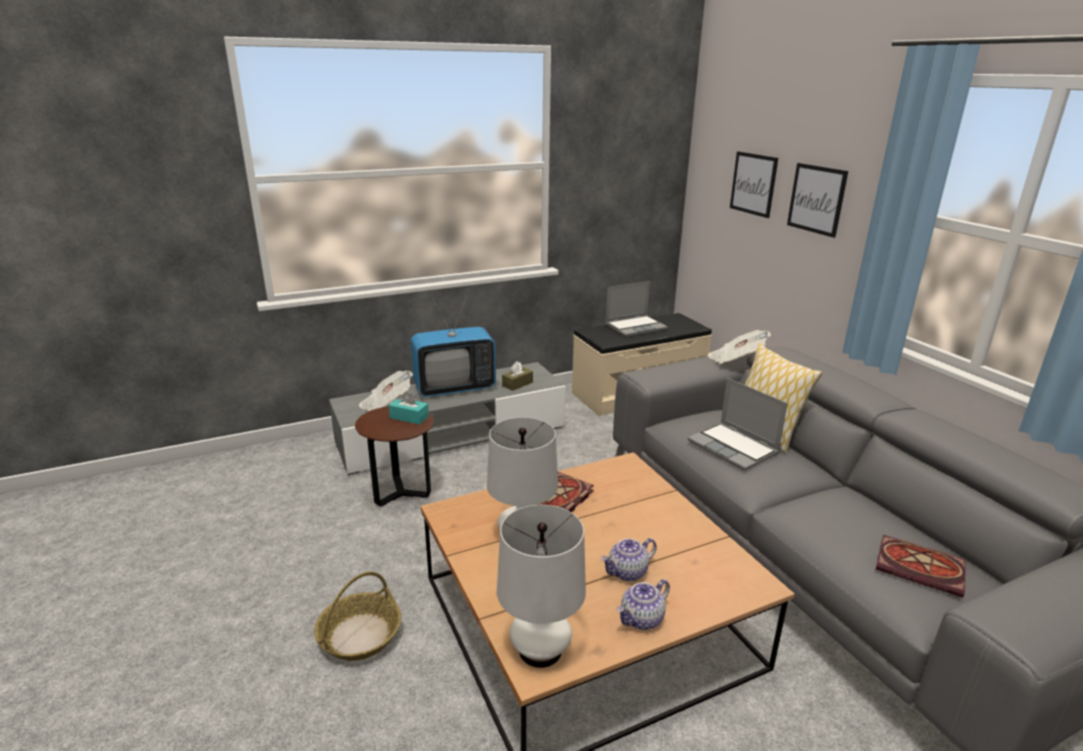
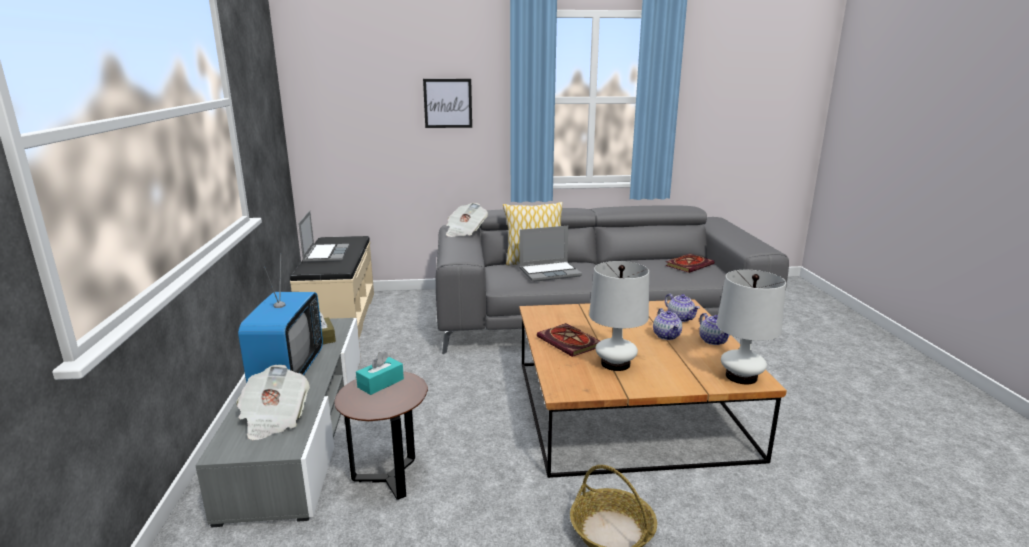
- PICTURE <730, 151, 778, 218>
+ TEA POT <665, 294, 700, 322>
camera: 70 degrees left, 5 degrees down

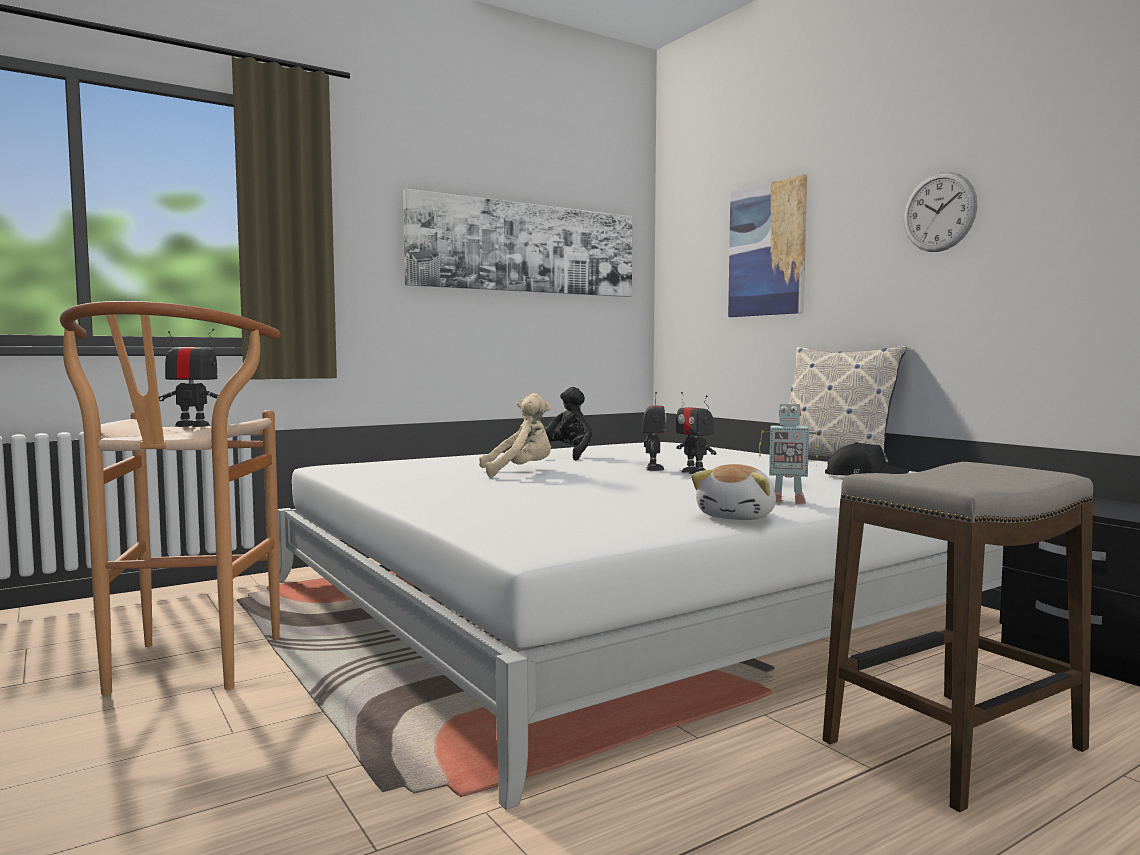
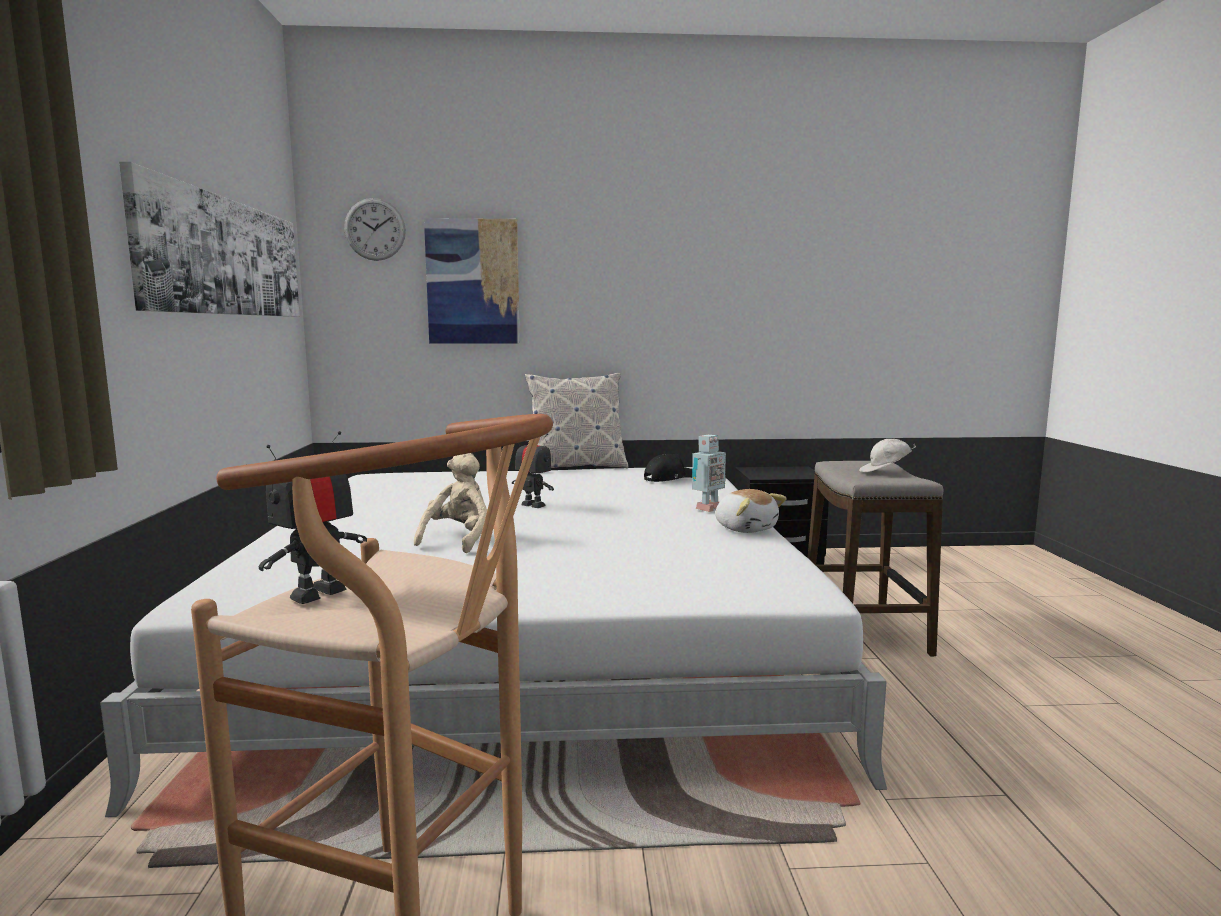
- BLACKISH SOFT TOY <544, 387, 592, 460>
- ROBOT FIGURE <676, 392, 716, 474>
~ WALL CLOCK <904, 171, 978, 252> to <344, 198, 406, 261>
+ WHITE-COLOURED CAP <859, 439, 916, 472>
camera: 60 degrees left, 5 degrees up

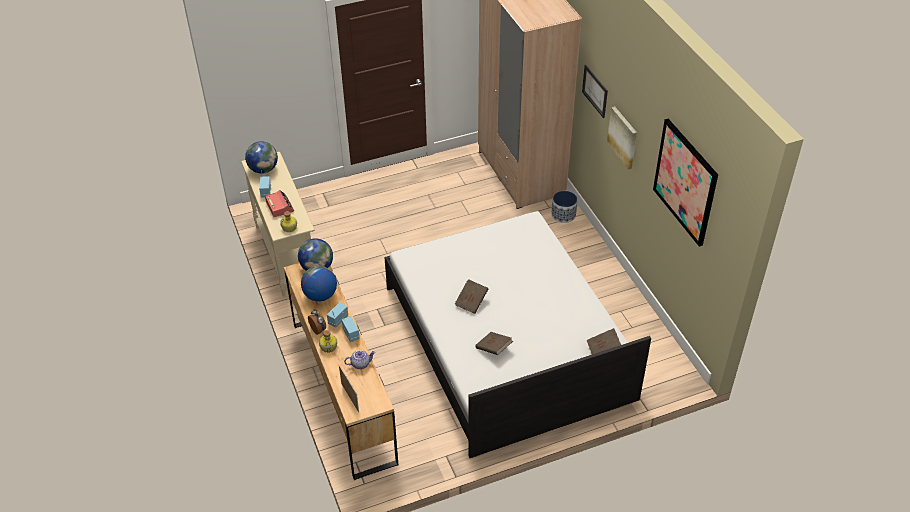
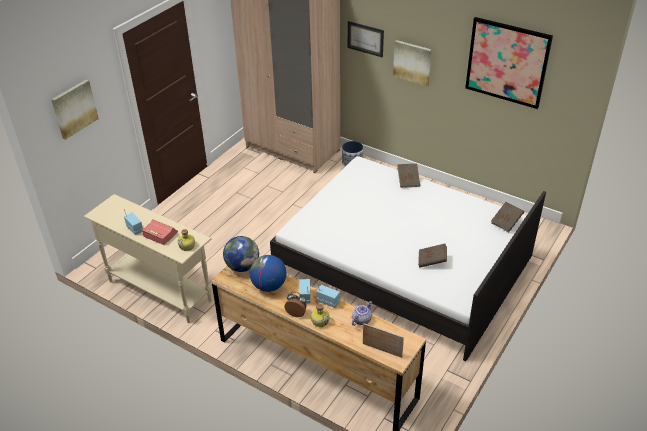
- WORLD GLOBE <245, 141, 278, 174>
~ BROWN-COLOURED BOOK <455, 279, 488, 314> to <397, 163, 420, 188>
+ PICTURE <51, 79, 99, 140>
camera: 35 degrees left, 5 degrees down

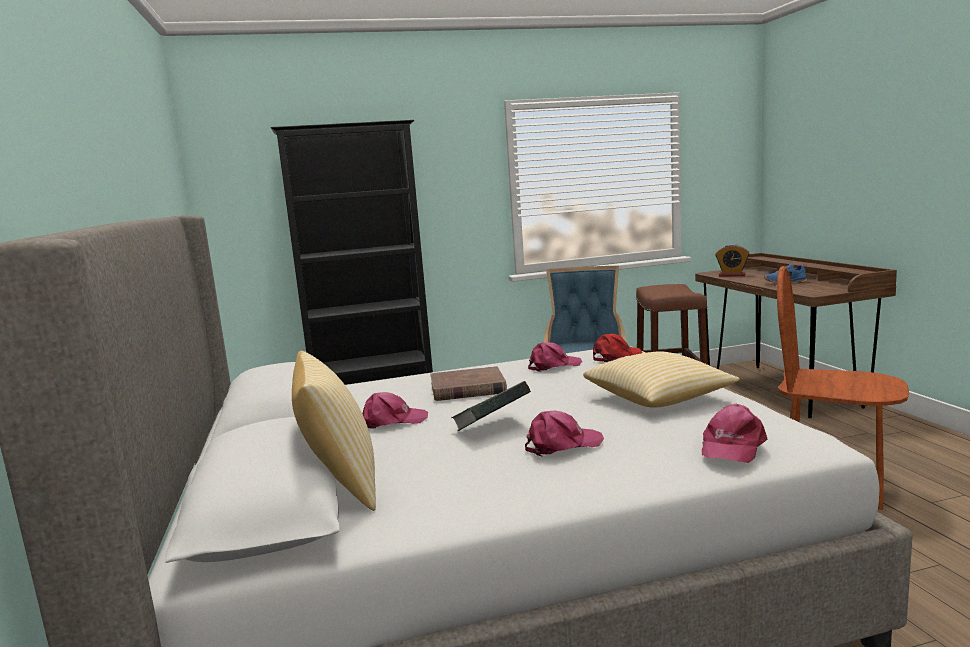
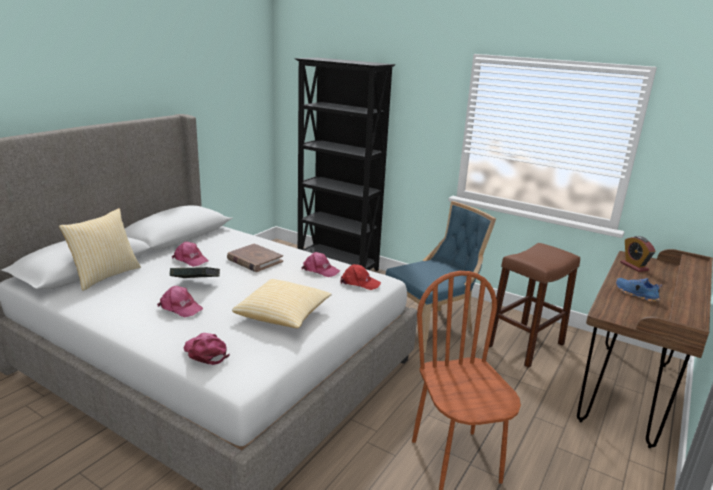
~ PINKISH CAP <702, 404, 767, 463> = <184, 333, 230, 365> 60 degrees clockwise
camera: 45 degrees right, 10 degrees up

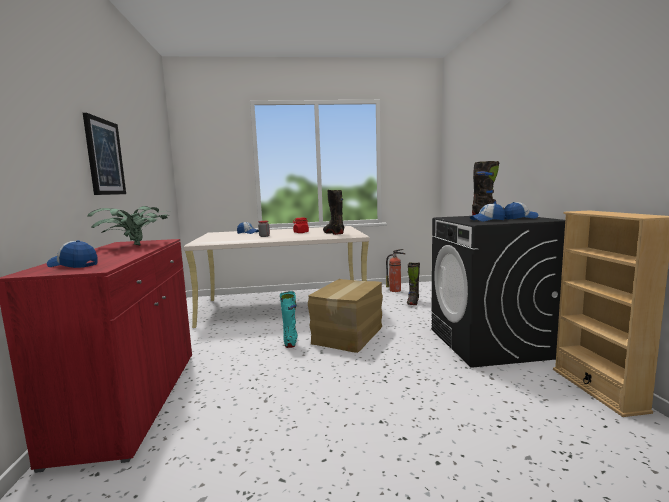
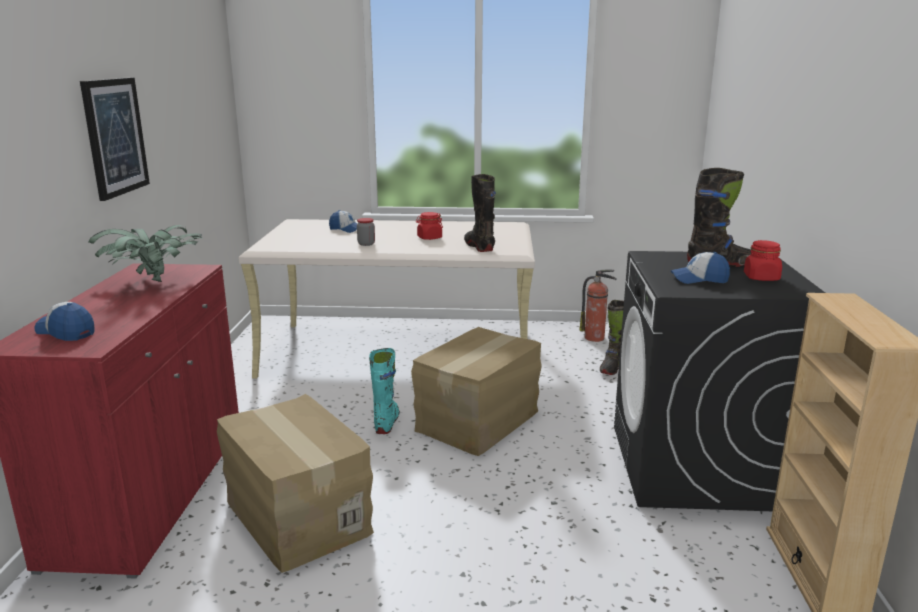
~ CAP <504, 202, 539, 219> to RED PRESERVE JAR <744, 240, 782, 281>
+ PACKING BOX <217, 394, 374, 573>
camera: 10 degrees right, 10 degrees up

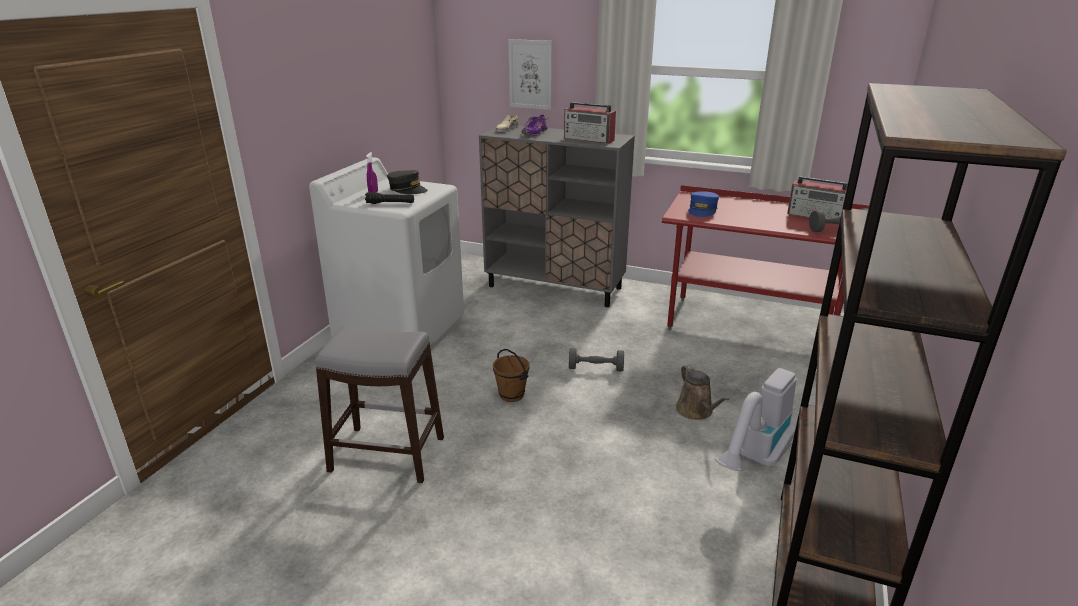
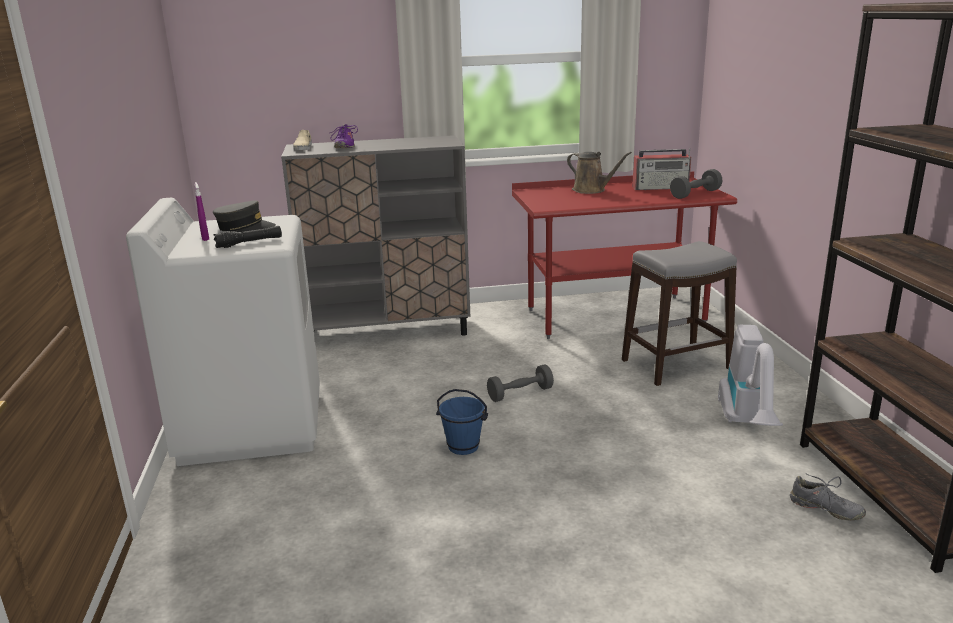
~ GREYISH STOOL <315, 325, 444, 483> to <622, 241, 737, 386>
~ BROWN-COLOURED PAIL <493, 349, 530, 402> to BLUE PAIL <436, 389, 488, 455>
- PICTURE <509, 39, 552, 110>
- RADIO <564, 102, 616, 144>
~ BROWN-COLOURED WATERING POT <676, 365, 729, 420> to <567, 152, 632, 194>
- BLUE CAP <688, 191, 719, 217>
+ GREYISH LOW SHOE <790, 474, 866, 520>
camera: 30 degrees left, 5 degrees down

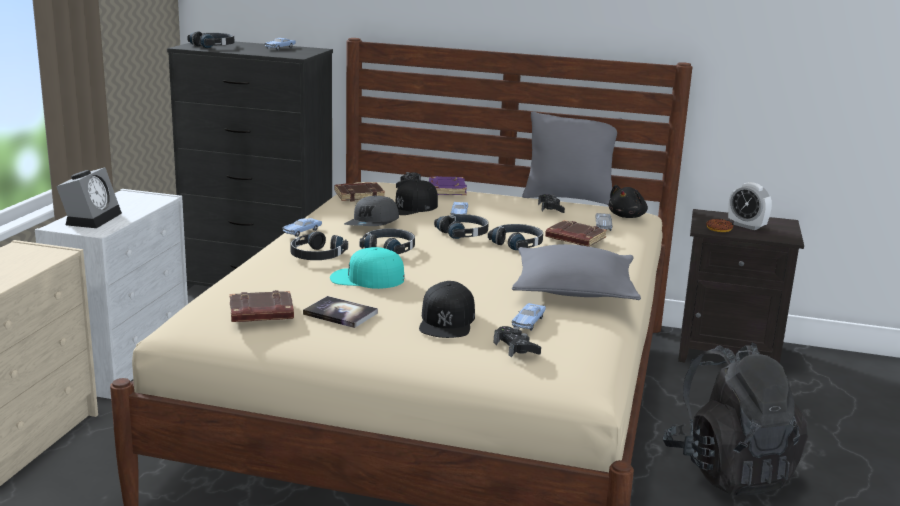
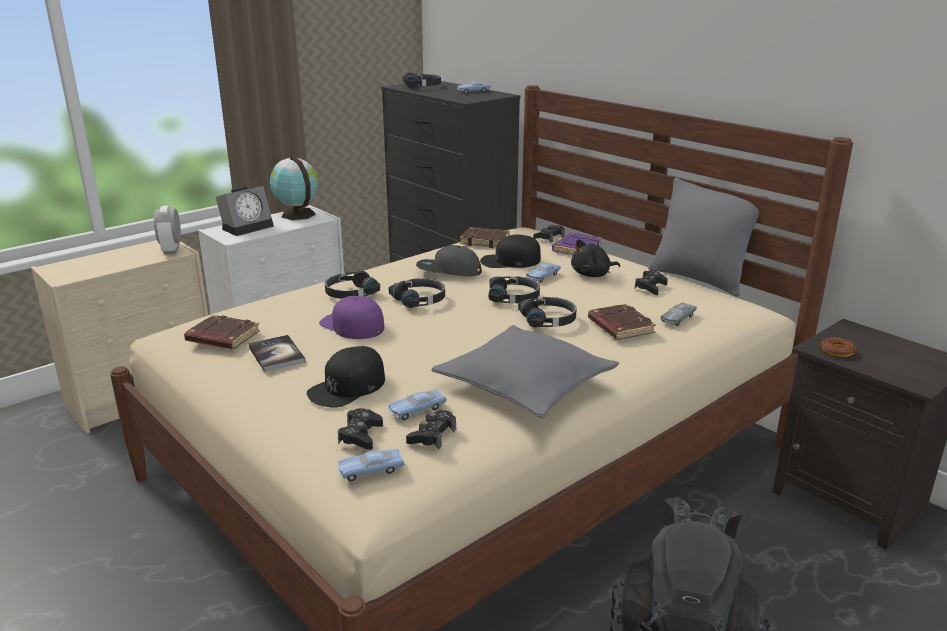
~ BLUE TOY CAR <282, 218, 322, 237> to <338, 449, 404, 482>
~ TURQUOISE CAP <330, 247, 405, 289> to PURPLE CAP <319, 296, 384, 339>
~ GREYISH CAP <344, 195, 399, 226> = <416, 245, 482, 276> 45 degrees clockwise
~ BLACKISH SOFT TOY <608, 185, 648, 218> to <571, 239, 620, 277>
~ ALARM CLOCK <728, 182, 772, 230> to <154, 206, 181, 254>
+ WORLD GLOBE <269, 156, 318, 220>
+ BLACKISH GAMEPAD <406, 410, 456, 450>
camera: 35 degrees right, 5 degrees up

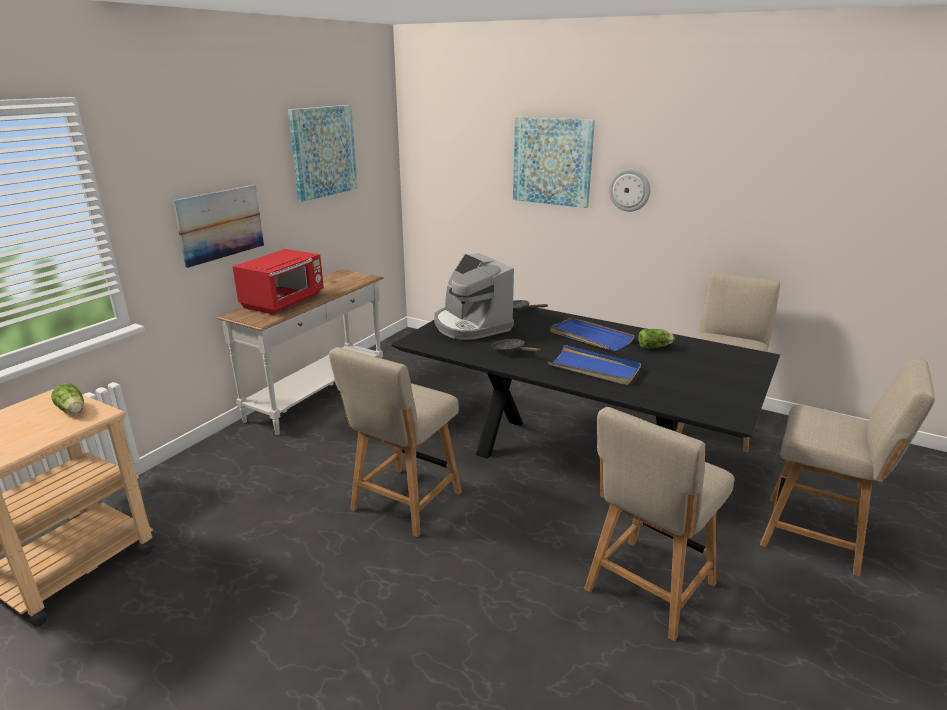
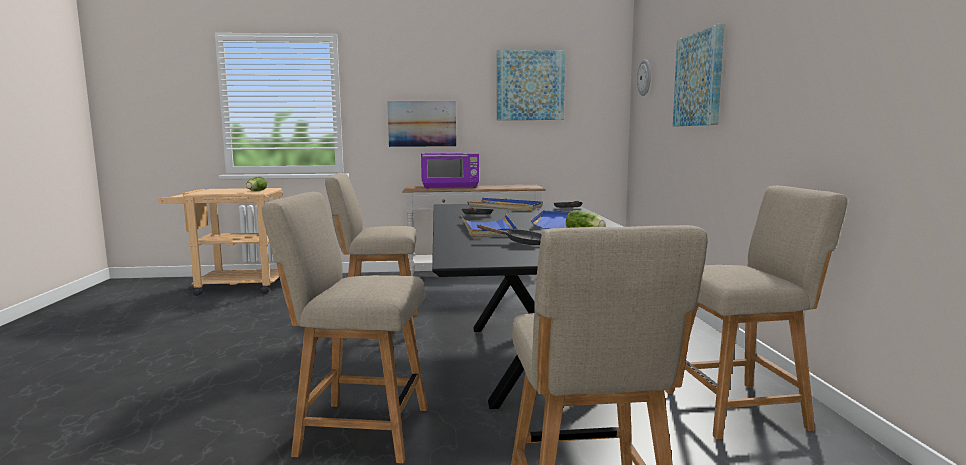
~ RED MICROWAVE OVEN <232, 249, 324, 315> to PURPLE MICROWAVE OVEN <421, 152, 479, 189>
~ COFFEE BREWER <434, 253, 514, 340> to BLUE CARRYING TRAY <468, 198, 543, 211>
~ WALL CLOCK <609, 169, 650, 212> to <637, 59, 651, 96>
+ BLACKISH SKILLET <477, 224, 542, 245>
camera: 55 degrees right, 15 degrees down

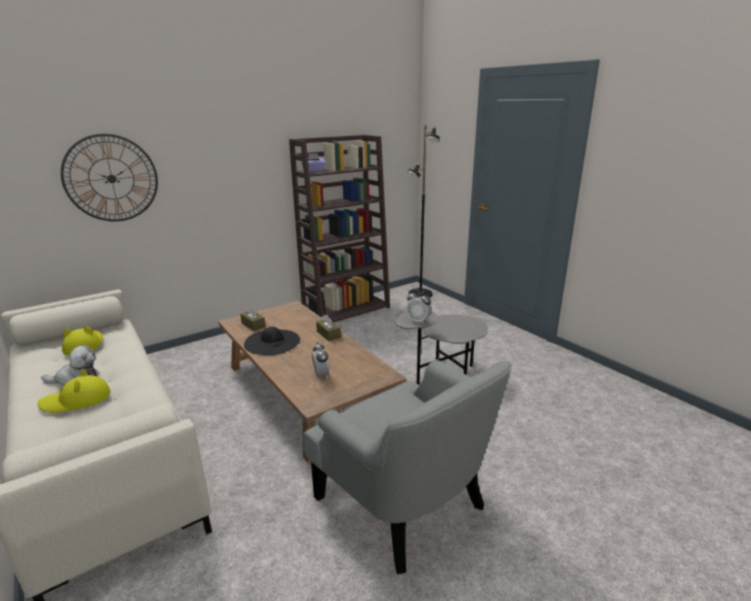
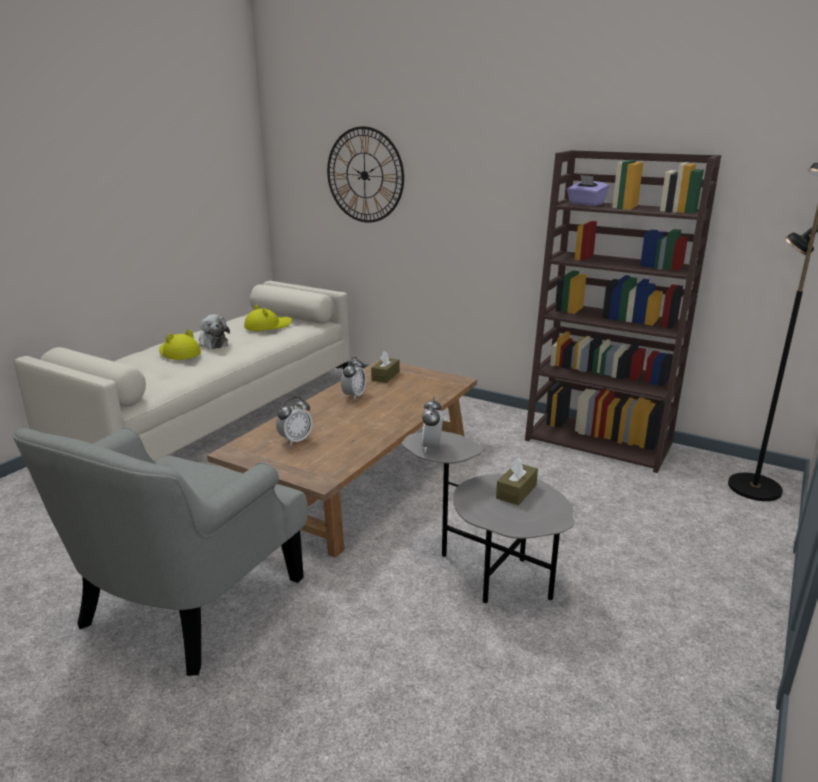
~ BLACKISH CLOTHING HAT <244, 327, 300, 355> to ALARM CLOCK <341, 357, 366, 400>
~ BROWN-COLOURED TISSUE HOLDER <316, 315, 341, 341> to <496, 457, 538, 505>
camera: 65 degrees right, 0 degrees up

